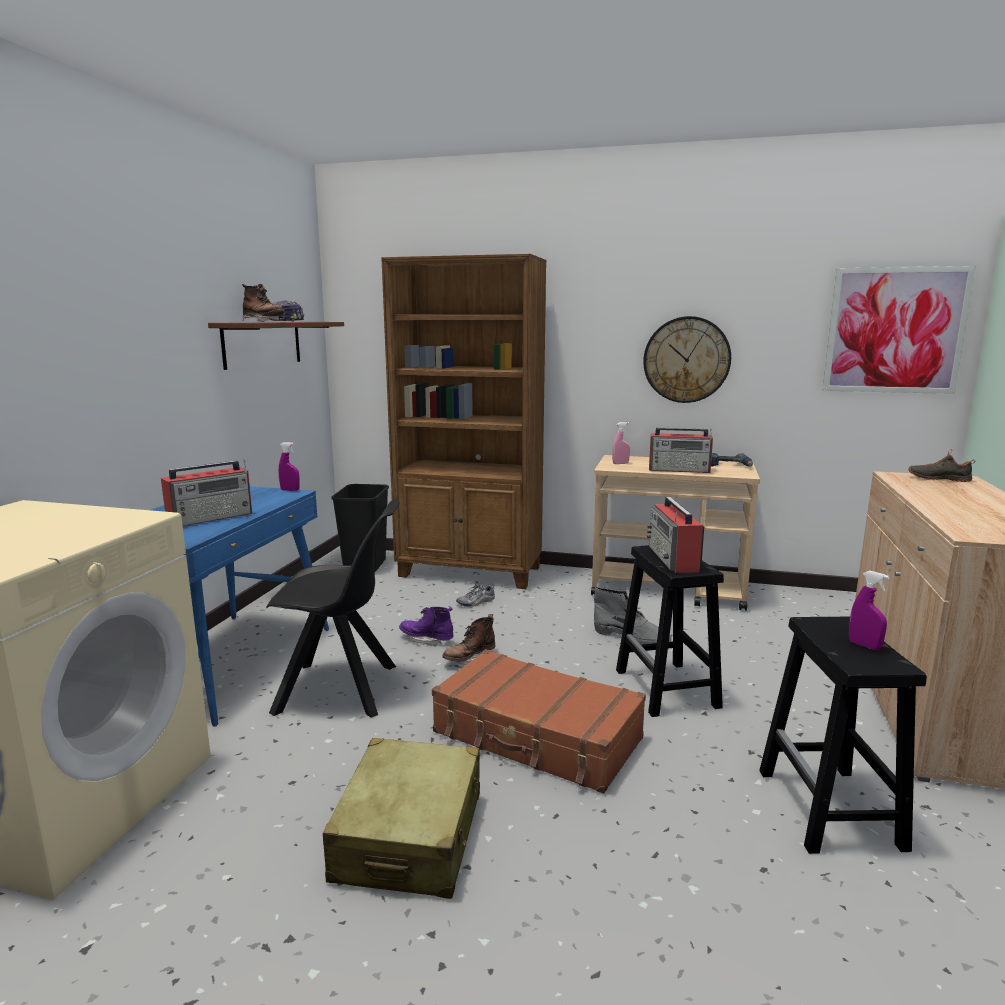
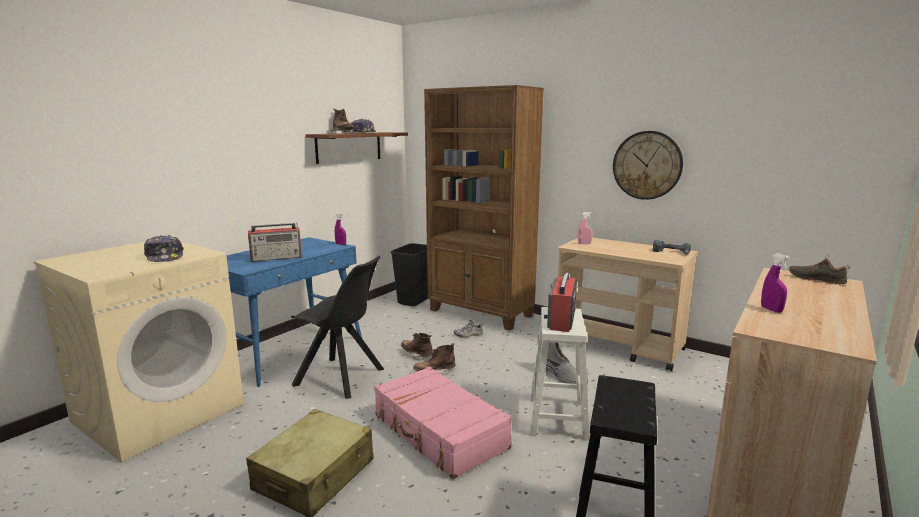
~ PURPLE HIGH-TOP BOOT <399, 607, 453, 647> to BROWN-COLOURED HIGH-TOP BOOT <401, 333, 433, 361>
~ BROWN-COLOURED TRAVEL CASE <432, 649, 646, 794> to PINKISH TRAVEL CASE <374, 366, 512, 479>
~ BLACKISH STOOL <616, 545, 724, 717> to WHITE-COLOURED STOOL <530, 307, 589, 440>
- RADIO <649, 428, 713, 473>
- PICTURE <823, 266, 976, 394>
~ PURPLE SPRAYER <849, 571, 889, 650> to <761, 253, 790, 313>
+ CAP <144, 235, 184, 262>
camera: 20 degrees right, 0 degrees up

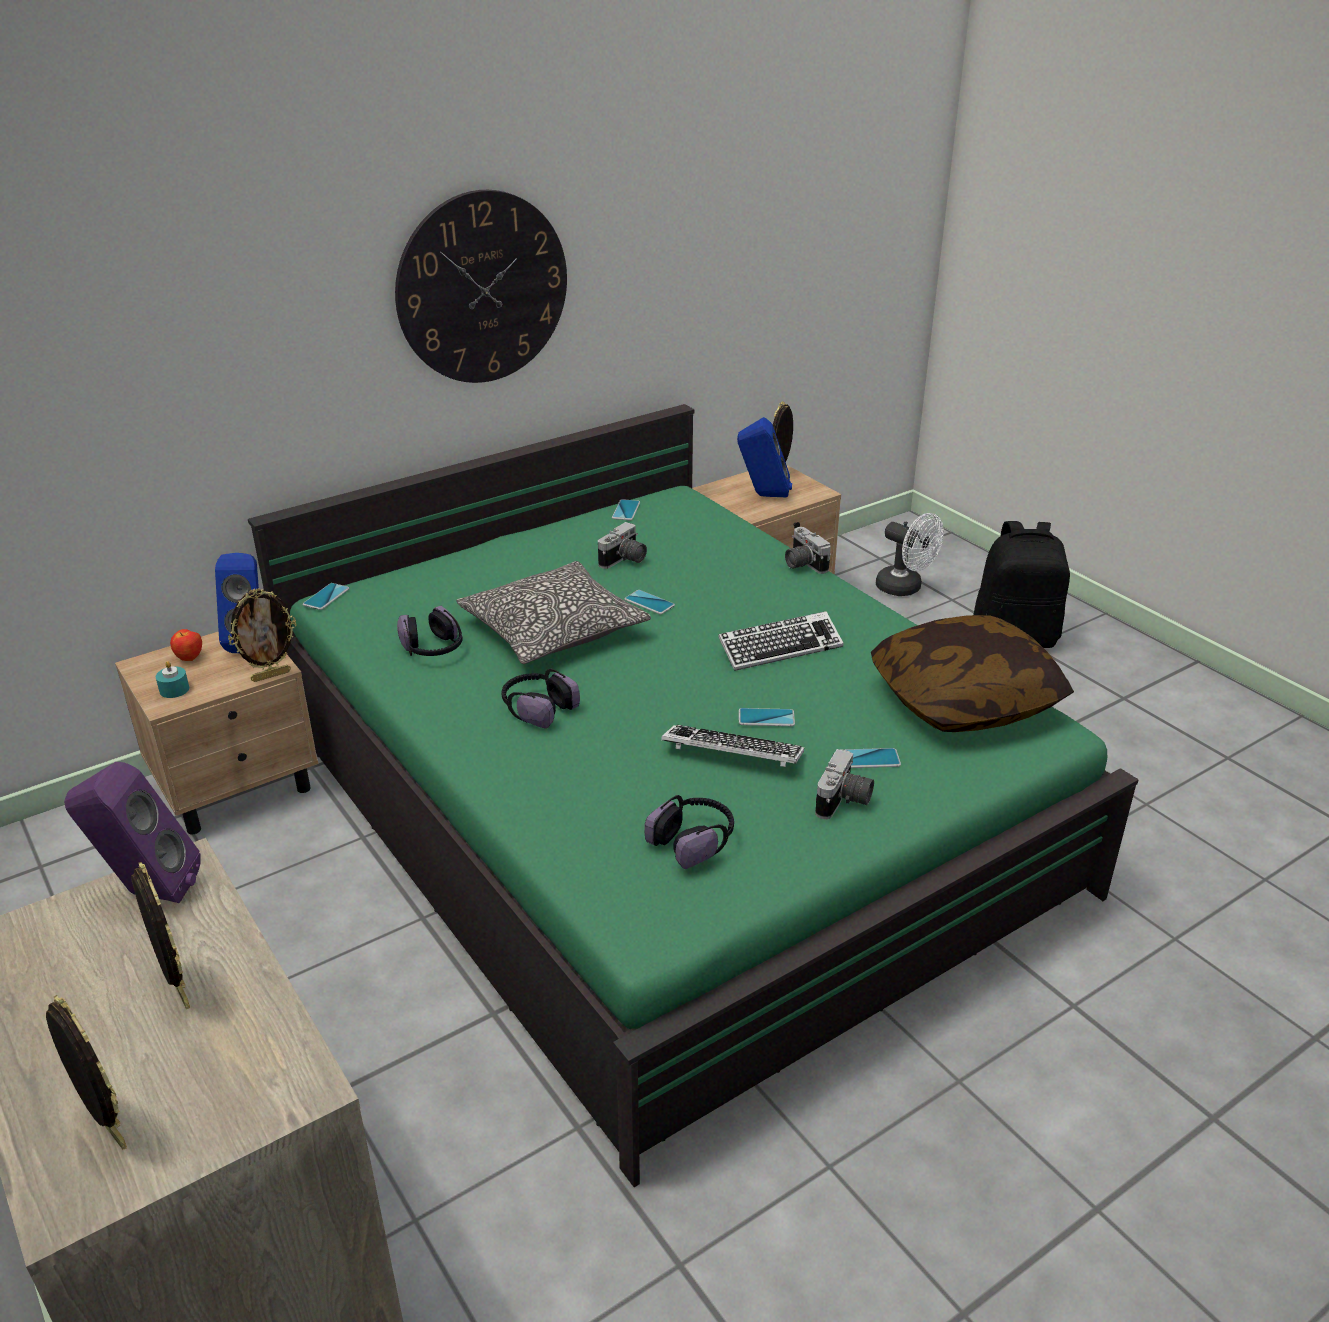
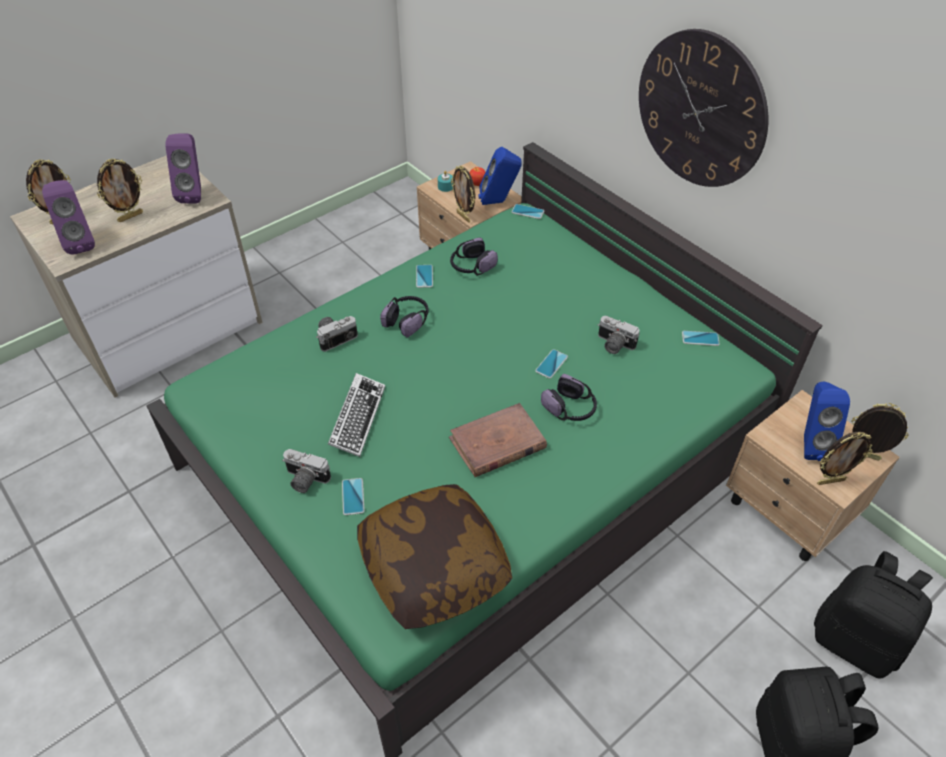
- CUSHION <456, 561, 651, 664>
~ PAIR OF HEADPHONES <645, 795, 734, 869> to <541, 374, 597, 421>
~ PC KEYBOARD <718, 611, 844, 671> to BROWN-COLOURED BOOK <449, 403, 547, 477>
~ PHONE <739, 708, 795, 726> to <416, 265, 433, 288>
~ STILL CAMERA <785, 527, 831, 574> to <316, 316, 358, 352>
~ WHITE-COLOURED ELECTRIC FAN <876, 513, 944, 596> to BLACKISH BACKPACK <814, 551, 933, 679>
+ PURPLE SPEAKER <42, 180, 95, 255>
+ STANDING FRAME <817, 432, 873, 485>
camera: 85 degrees right, 15 degrees up

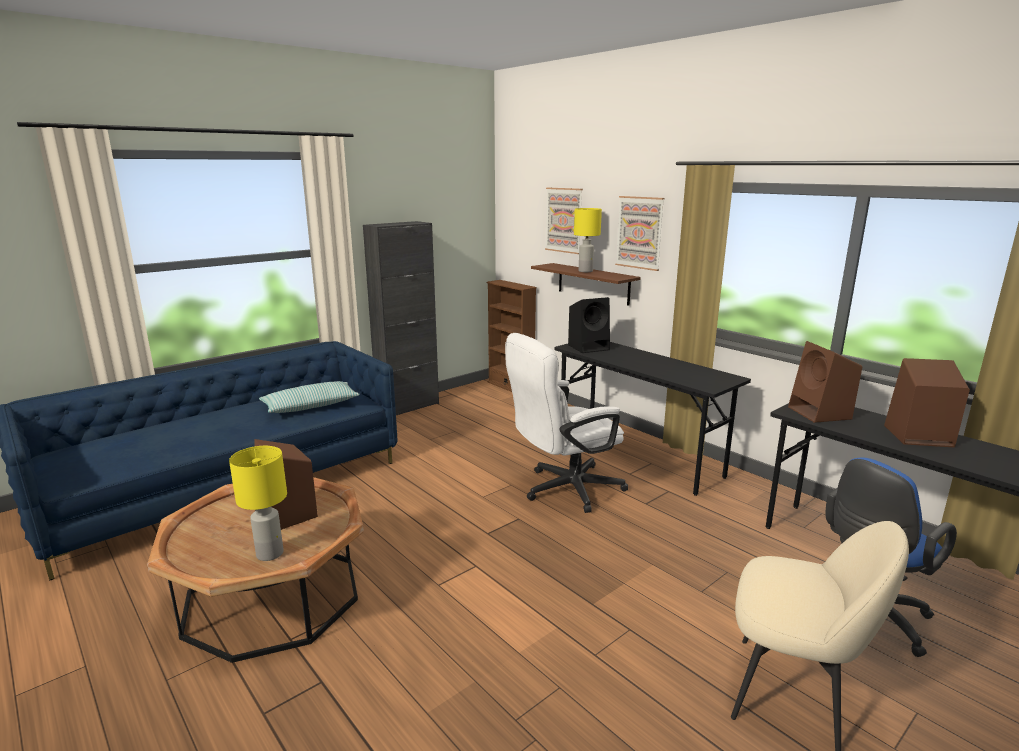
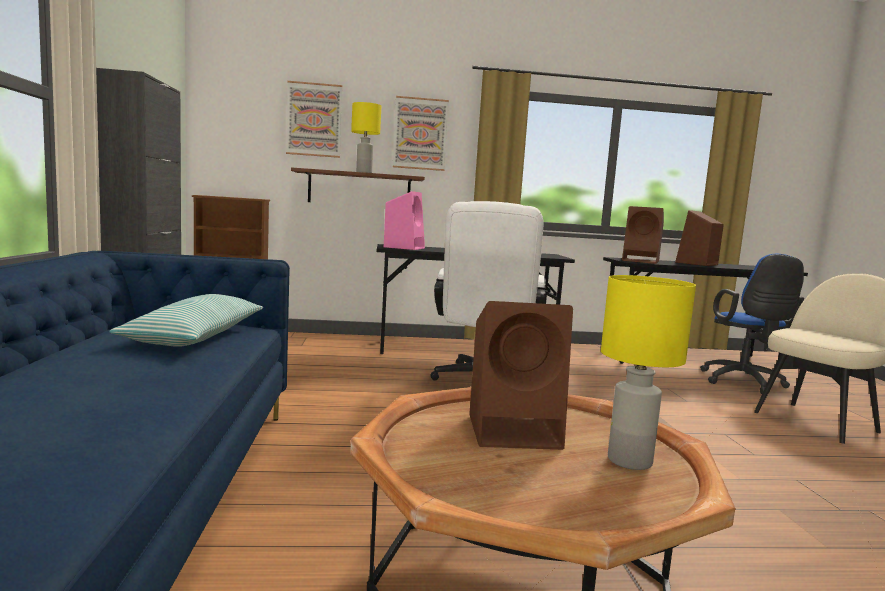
~ BLACKISH SPEAKER <568, 297, 610, 353> to PINKISH SPEAKER <384, 191, 425, 250>
camera: 55 degrees left, 10 degrees down

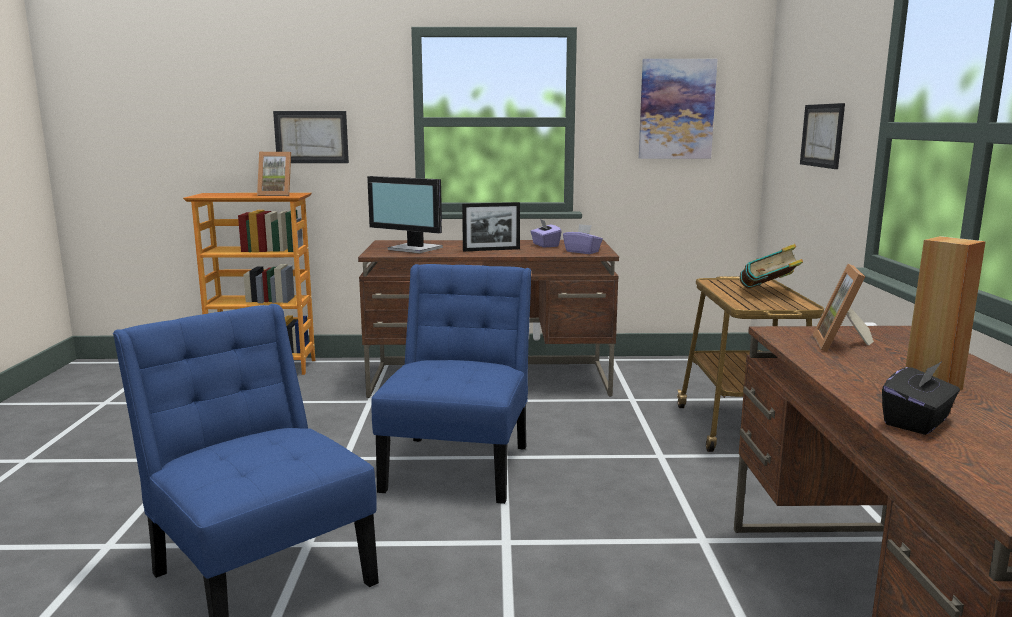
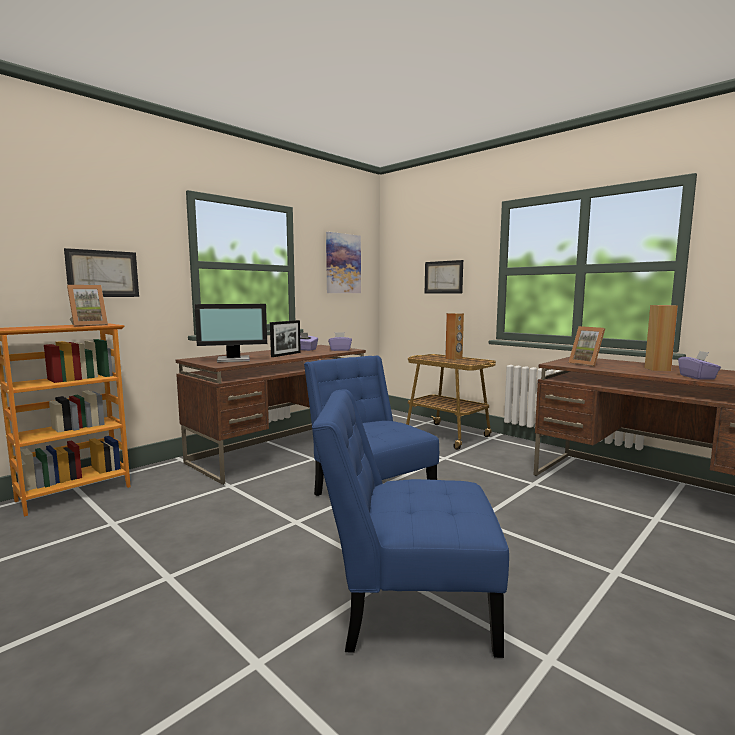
~ BOOK <740, 244, 803, 288> to BROWN-COLOURED SPEAKER <445, 313, 464, 360>
~ BLACKISH TISSUE HOLDER <882, 361, 960, 435> to PURPLE TISSUE HOLDER <678, 351, 721, 380>
camera: 45 degrees left, 5 degrees down

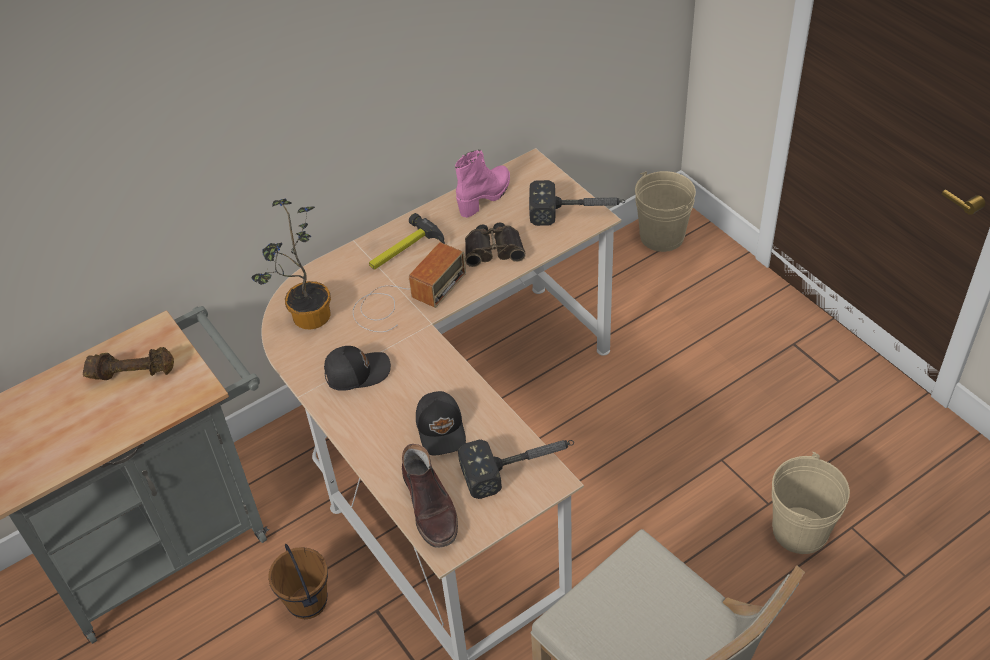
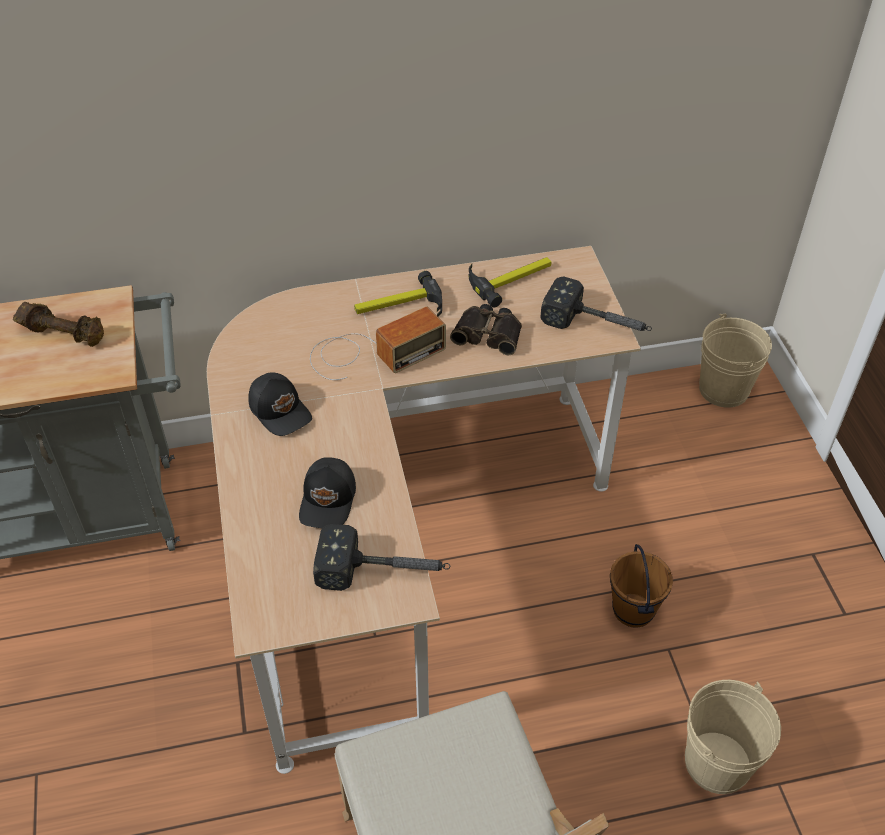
- HOUSEPLANT <251, 199, 331, 329>
~ BROWN-COLOURED PAIL <268, 544, 328, 619> to <610, 544, 673, 628>
~ BLACKISH CAP <324, 346, 391, 391> = <248, 372, 312, 436> 45 degrees clockwise
- BROWN-COLOURED HIGH-TOP BOOT <402, 444, 458, 548>
~ PINKISH HIGH-TOP BOOT <455, 150, 510, 218> to HAND HAMMER <469, 257, 551, 307>
camera: 20 degrees right, 0 degrees up

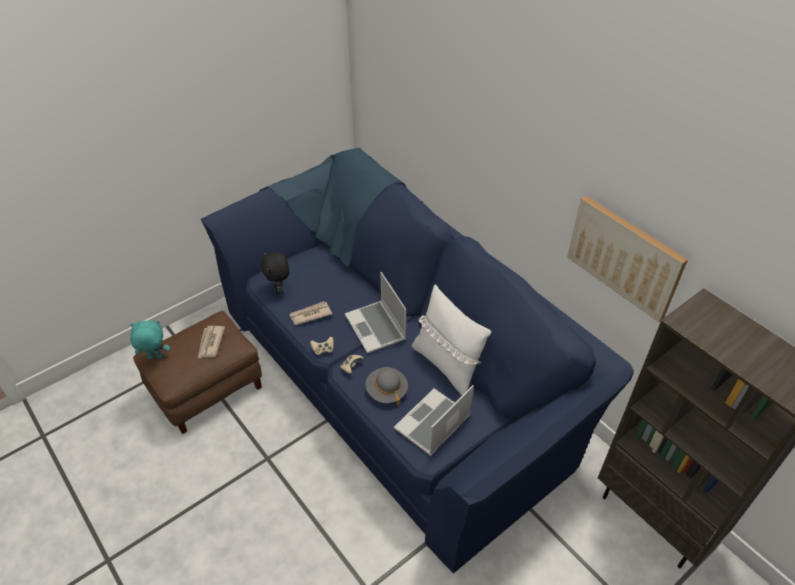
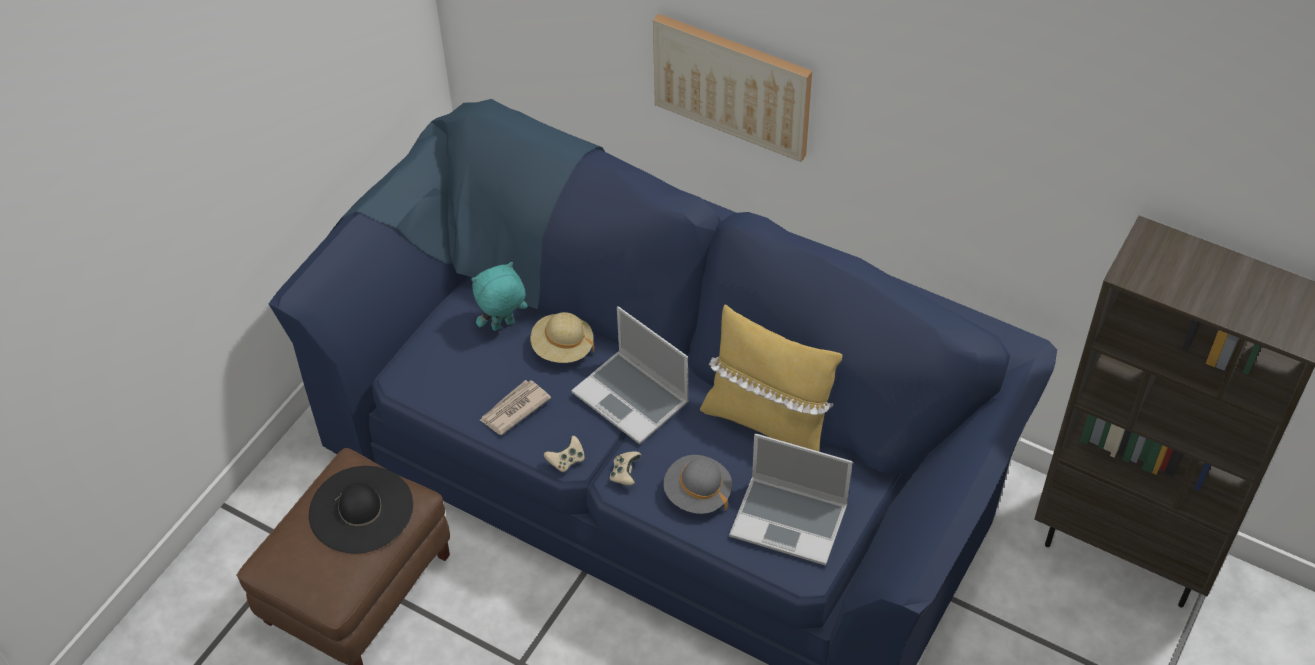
~ TURQUOISE SOFT TOY <130, 321, 170, 359> to <471, 262, 528, 331>
~ NEWSPAPER <198, 326, 225, 358> to BLACKISH CLOTHING HAT <309, 466, 413, 553>
- BLACKISH SOFT TOY <261, 252, 290, 294>
~ LAPTOP <394, 385, 474, 456> = <729, 433, 853, 565> 90 degrees counterclockwise
~ WHITE-COLOURED CUSHION <411, 284, 491, 395> to YELLOWISH CUSHION <700, 305, 842, 451>
~ PICTURE <567, 196, 688, 322> to <653, 14, 812, 162>
+ BEIGE-COLOURED CLOTHING HAT <530, 312, 594, 363>
camera: 20 degrees left, 5 degrees up

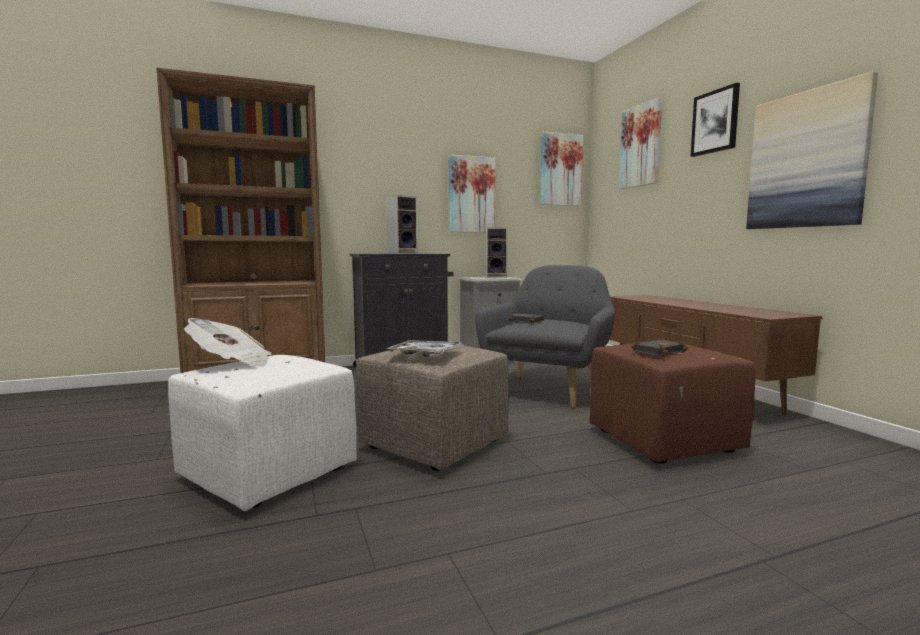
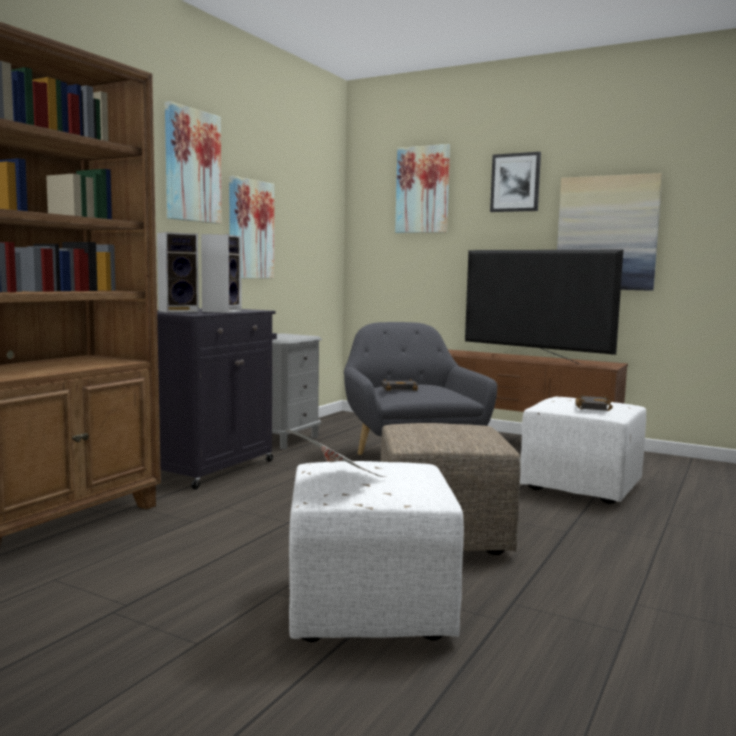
- CARRYING TRAY <386, 340, 462, 357>
~ SPEAKER <486, 228, 508, 278> to <157, 232, 199, 313>
~ PICTURE <540, 131, 583, 206> to <165, 101, 221, 224>
~ BROWN-COLOURED OTTOMAN <589, 342, 756, 464> to WHITE-COLOURED OTTOMAN <520, 397, 646, 504>
+ TELEVISION <465, 250, 623, 365>
camera: 40 degrees left, 0 degrees up

